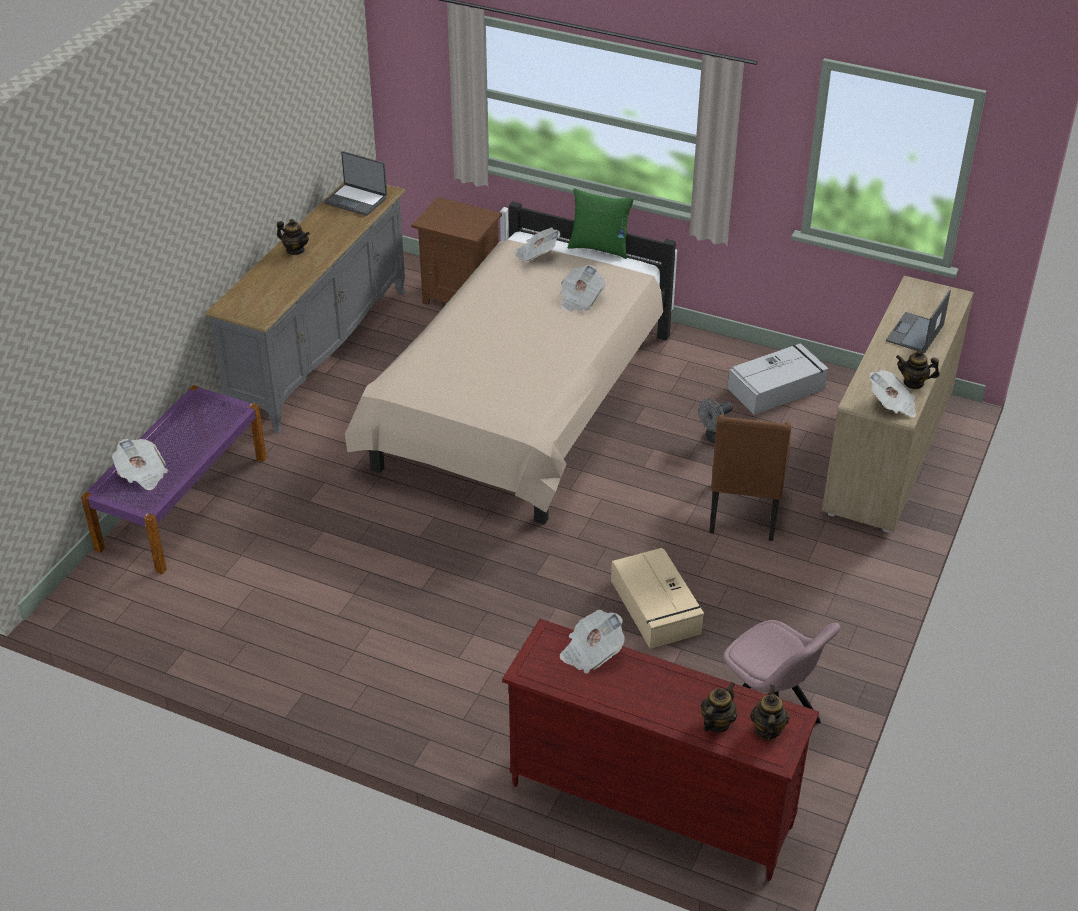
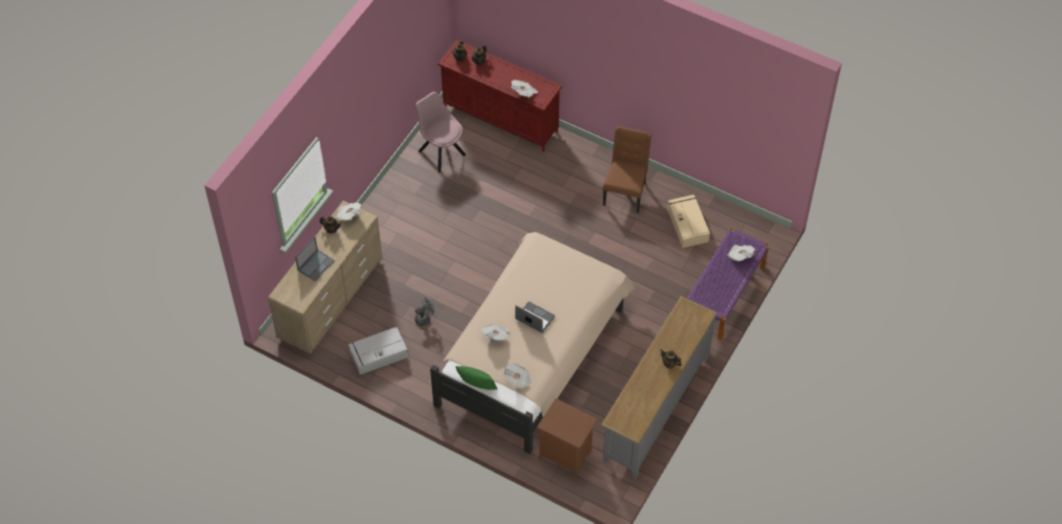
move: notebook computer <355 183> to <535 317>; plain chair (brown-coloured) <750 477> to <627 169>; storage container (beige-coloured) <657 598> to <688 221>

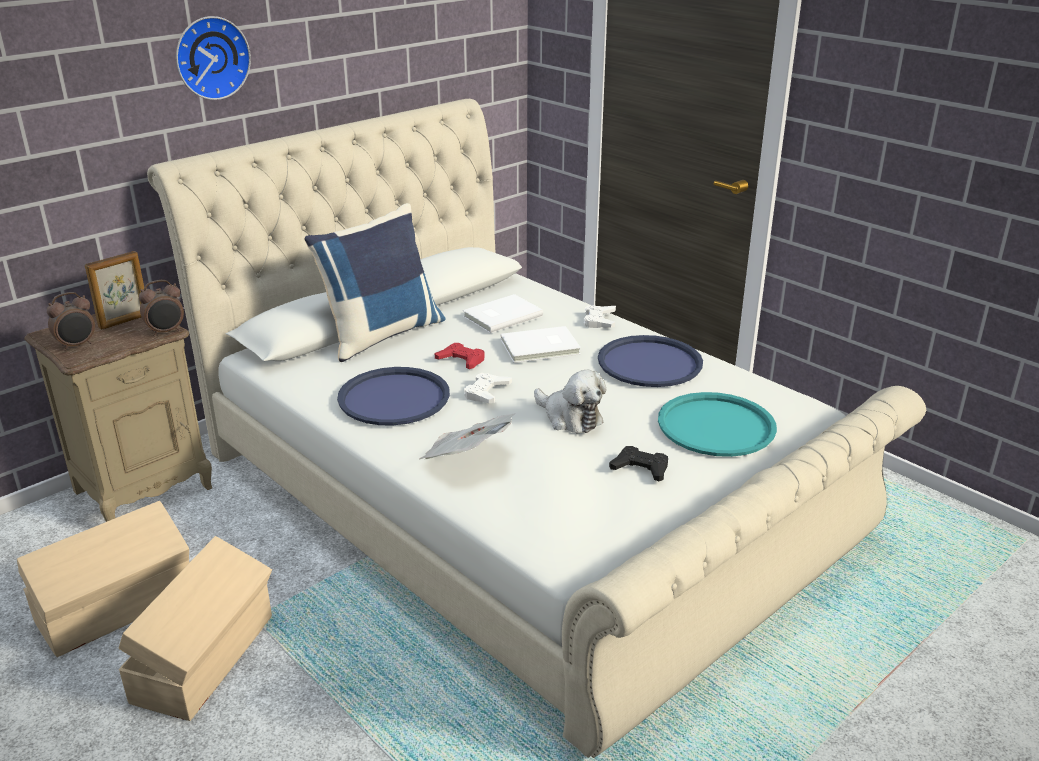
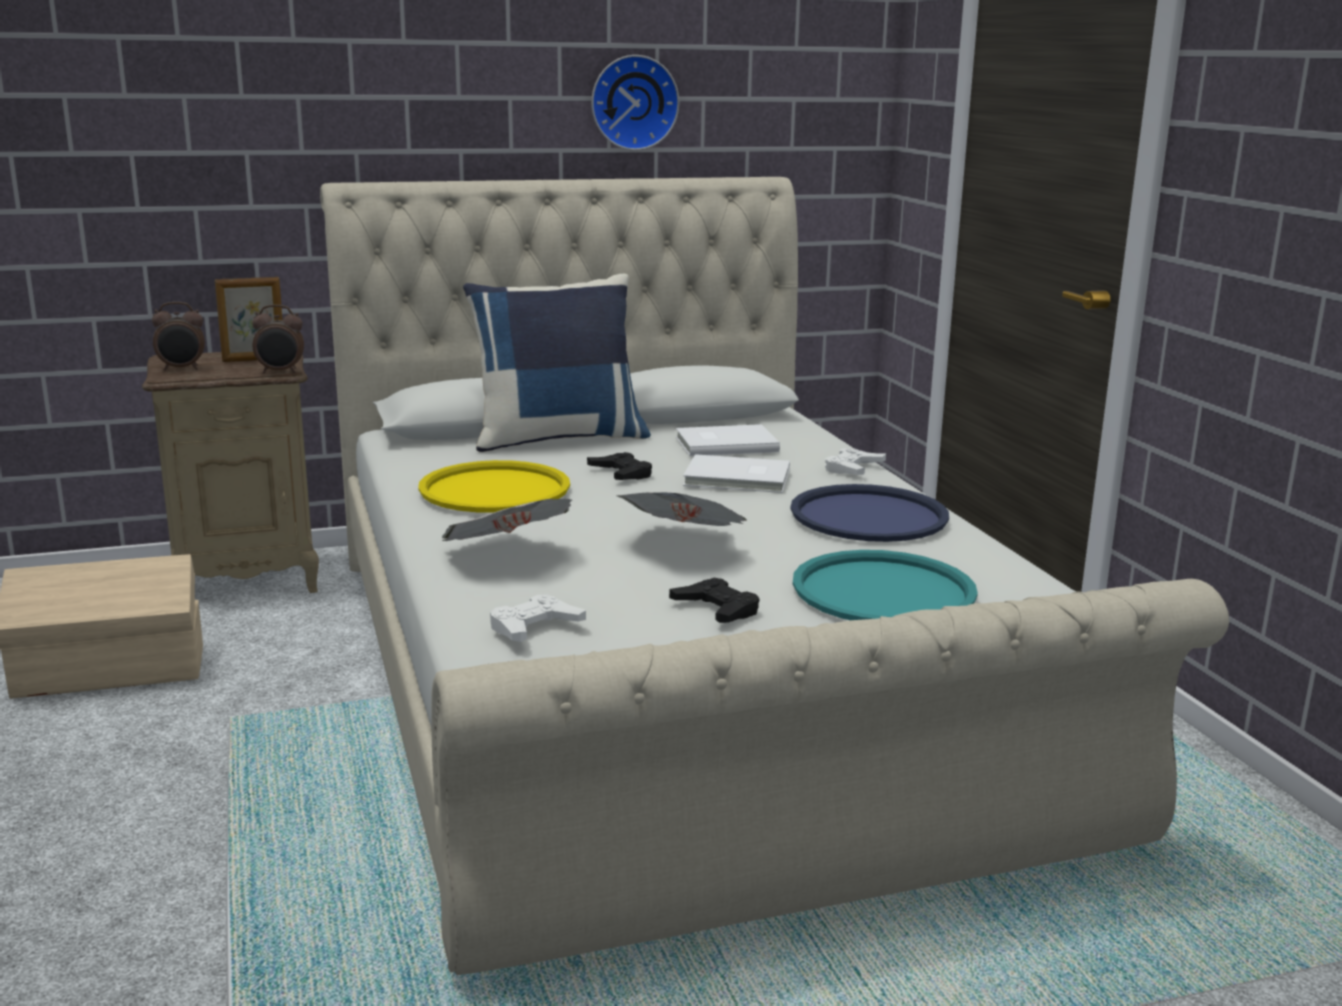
delete: storage container (beige-coloured) <195 628>
move: wall clock <213 58> to <635 103>; joypad (white) <488 388> to <538 618>
replace: soft toy <570 401> to newspaper <682 509>
recolor: joypad (red) <460 356> to joypad (black-coloured) <619 466>; tray (bluish) <393 396> to tray (yellow-coloured) <494 486>

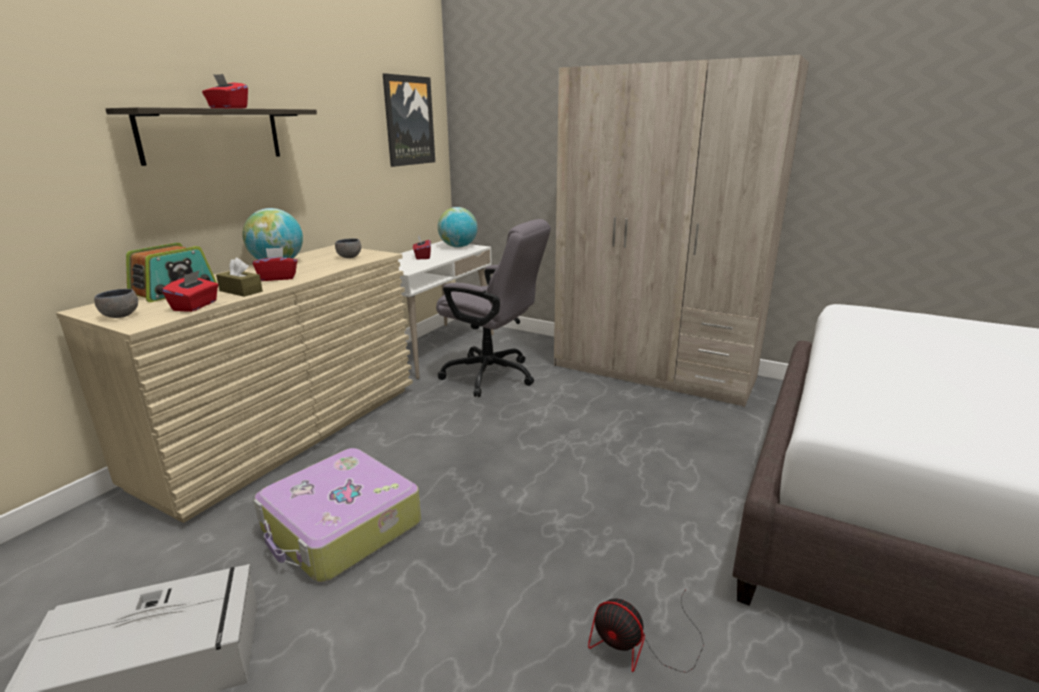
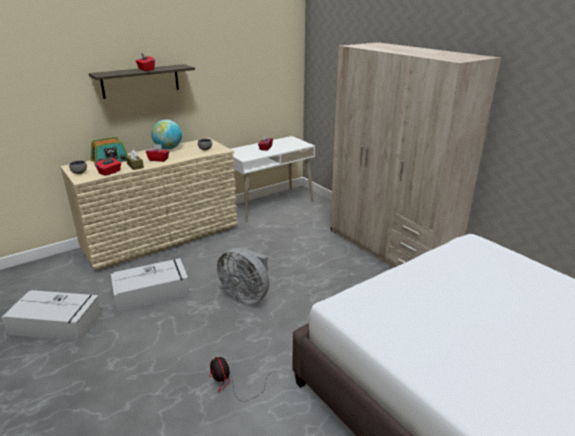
delete: picture <409 120>; globe <458 227>; office chair (gray) <493 308>
insert: fan (gray) <243 276>
replace: travel case <337 515> to storage container (gray) <150 285>

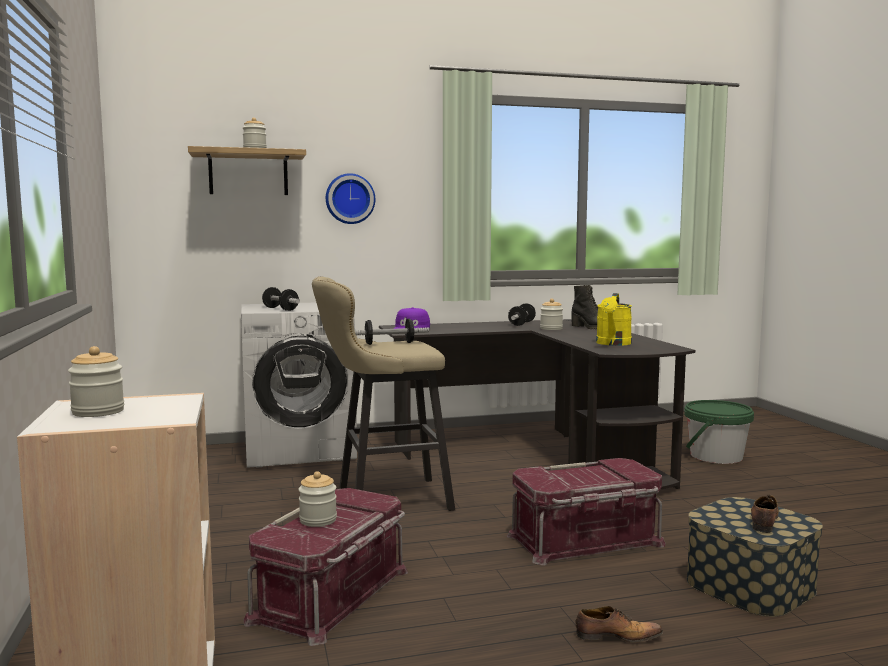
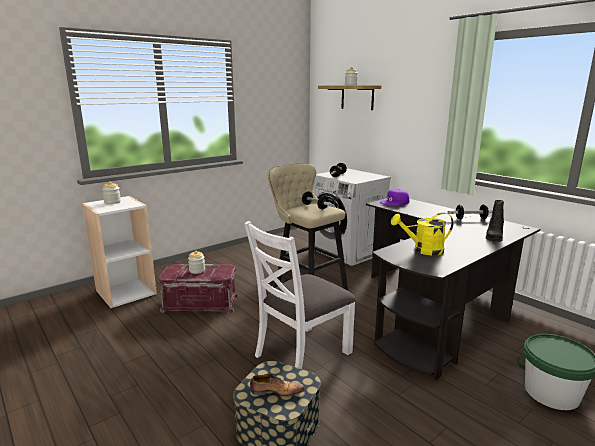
delete: wall clock <350 198>; jar <551 314>; shoe <619 624>
replace: storage container (red) <586 511> to plain chair (white) <300 295>

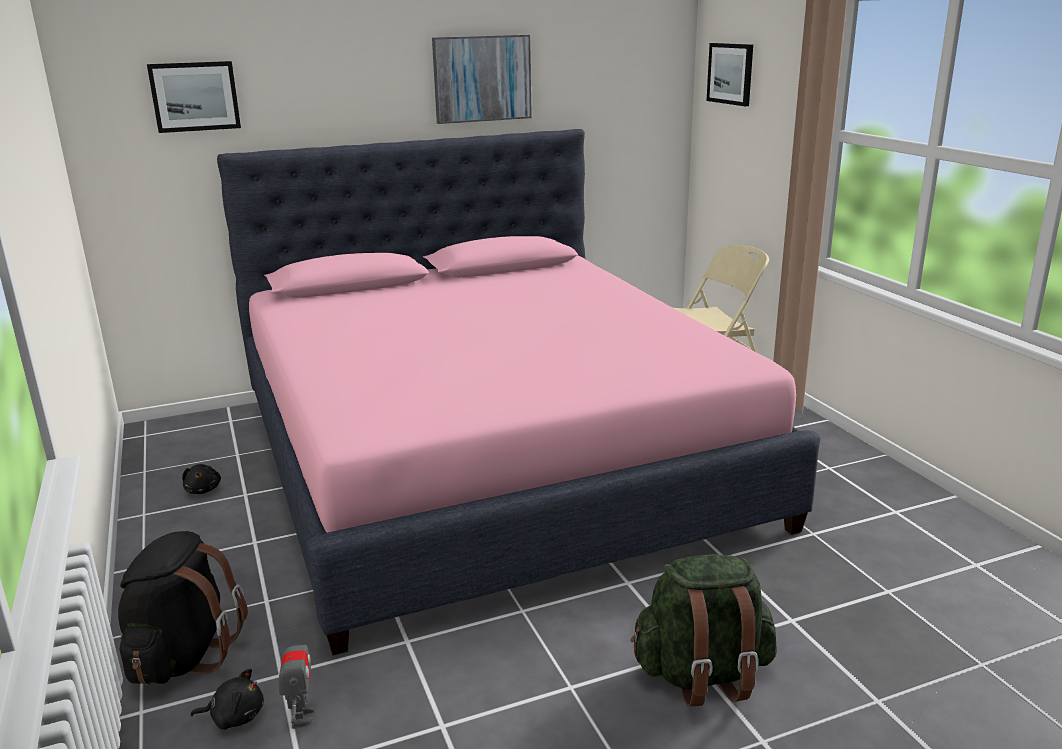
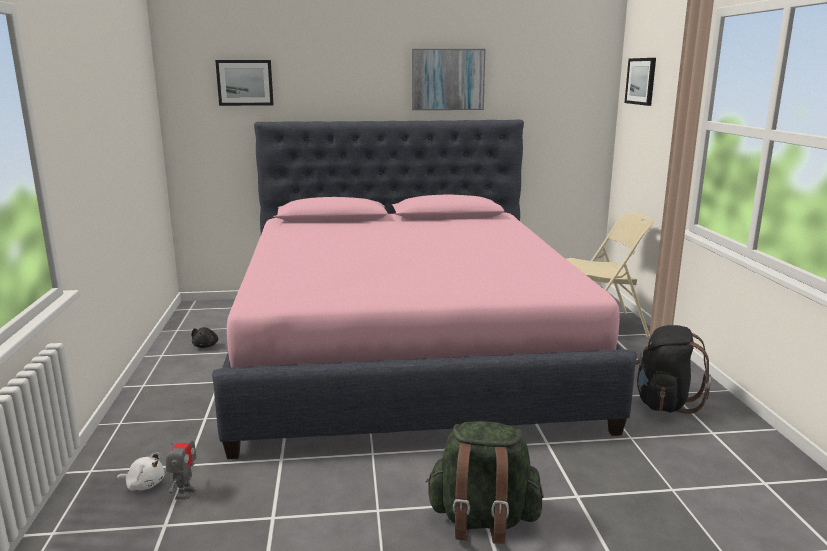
move: rucksack (black-coloured) <183 608> to <674 369>
recolor: soft toy (black-coloured) <227 699> to soft toy (white) <140 471>

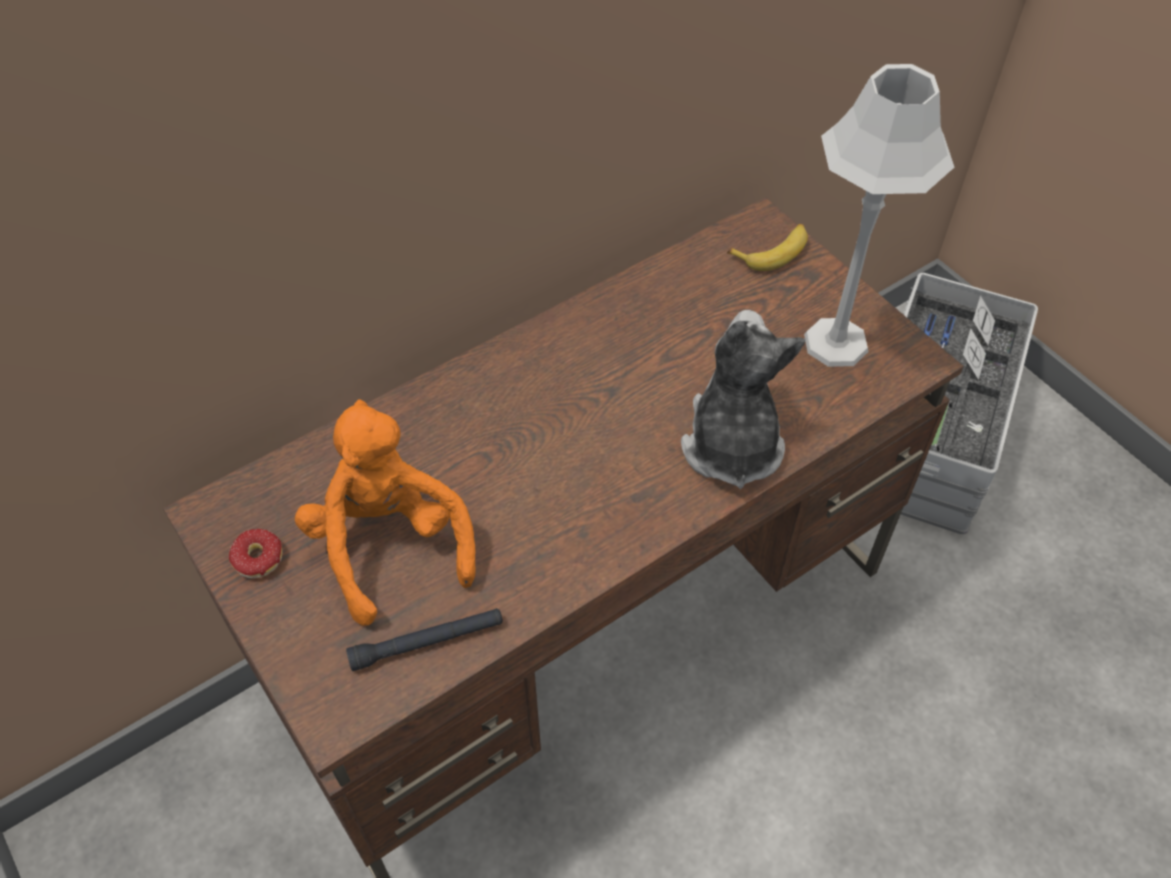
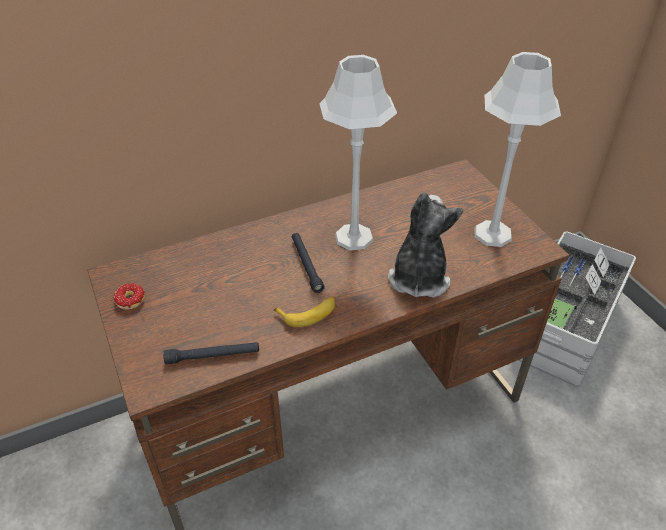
delete: soft toy (orange) <385 512>
insert: tabletop lamp (gray) <358 153>; flashlight (black-coloured) <308 263>
move: banana <767 247> to <304 311>

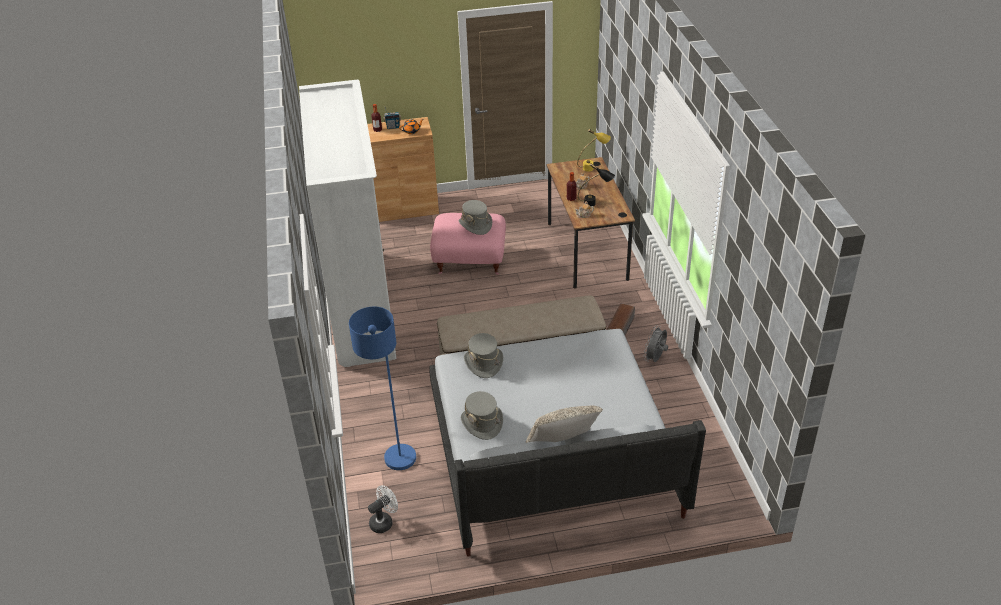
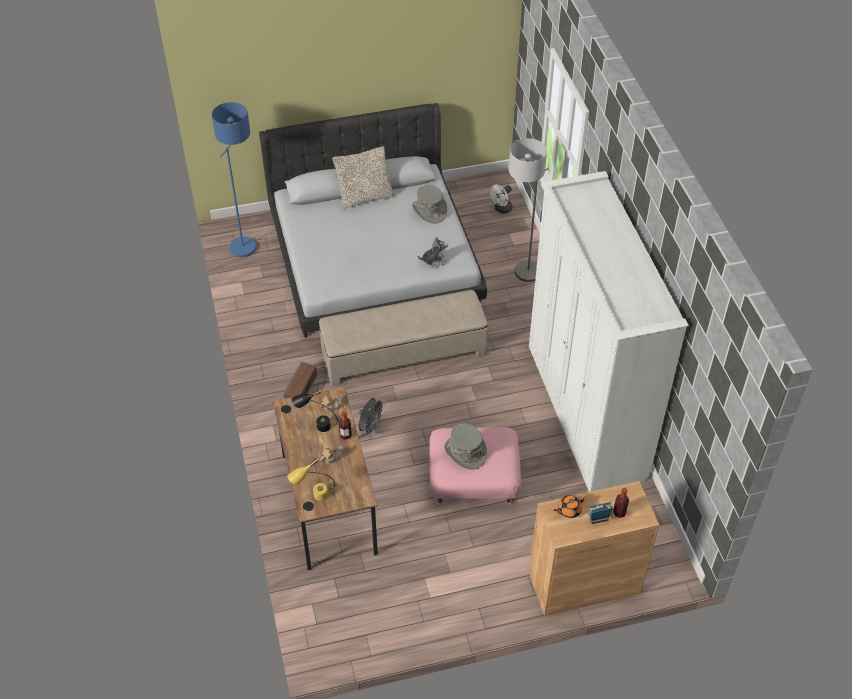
insert: floor lamp (gray) <529 210>
move: floor lamp (bluish) <382 388> to <234 179>; fan (gray) <656 343> to <372 416>
replace: hat (gray) <483 355> to soft toy <433 252>

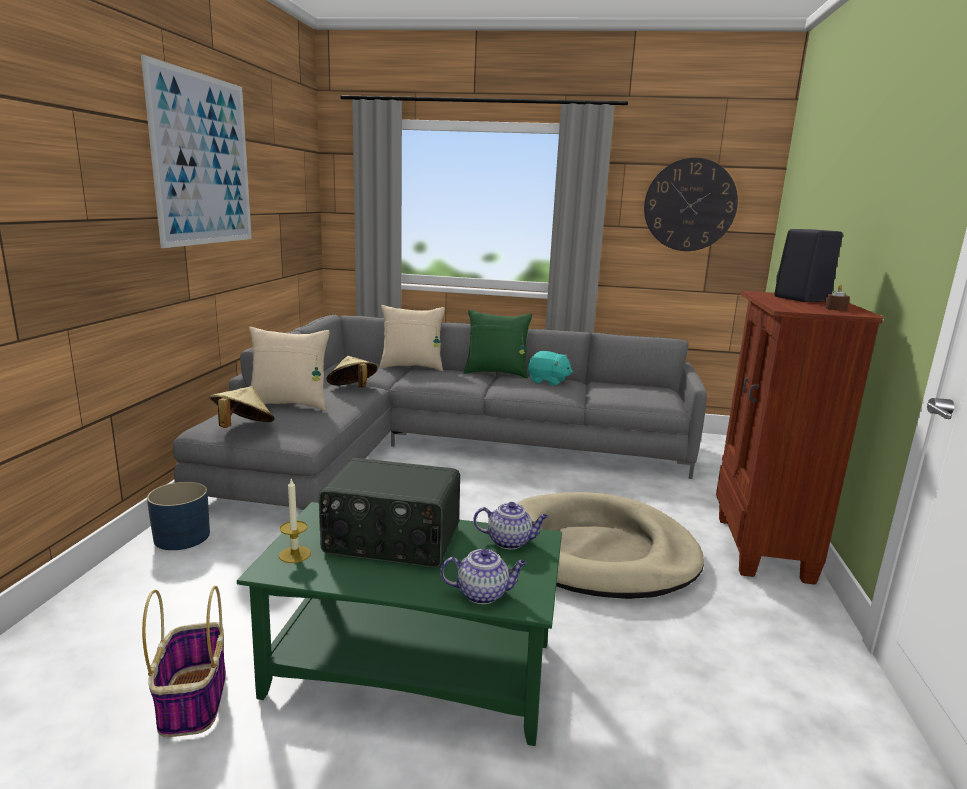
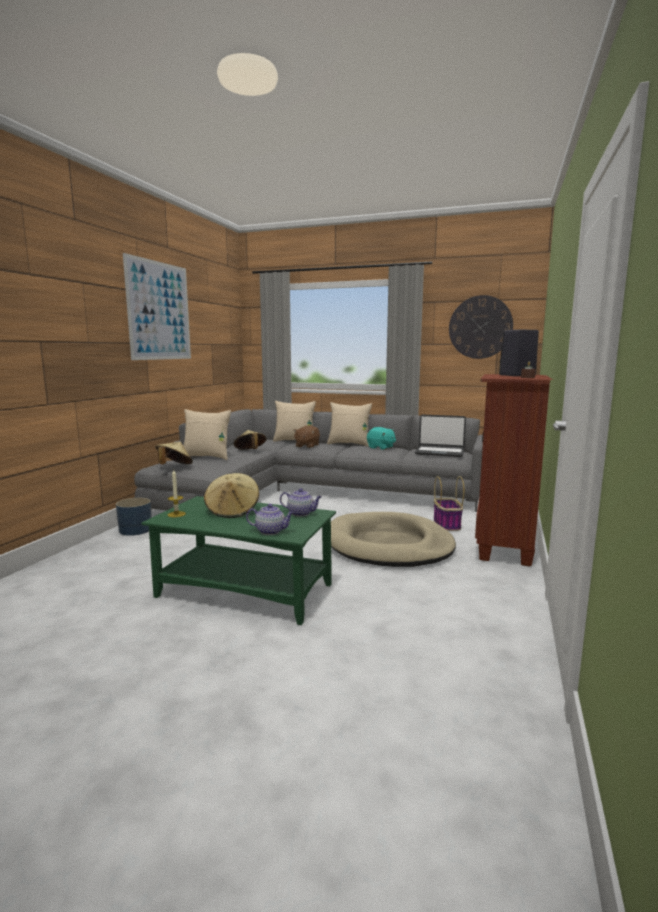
insert: notebook computer <440 436>; soft toy (brown-coloured) <306 436>
move: household basket <184 661> to <449 503>
replace: radio set <389 513> to hat (beige-coloured) <231 495>
recolor: throw pillow (green-coloured) <498 344> to throw pillow (beige-coloured) <349 424>

